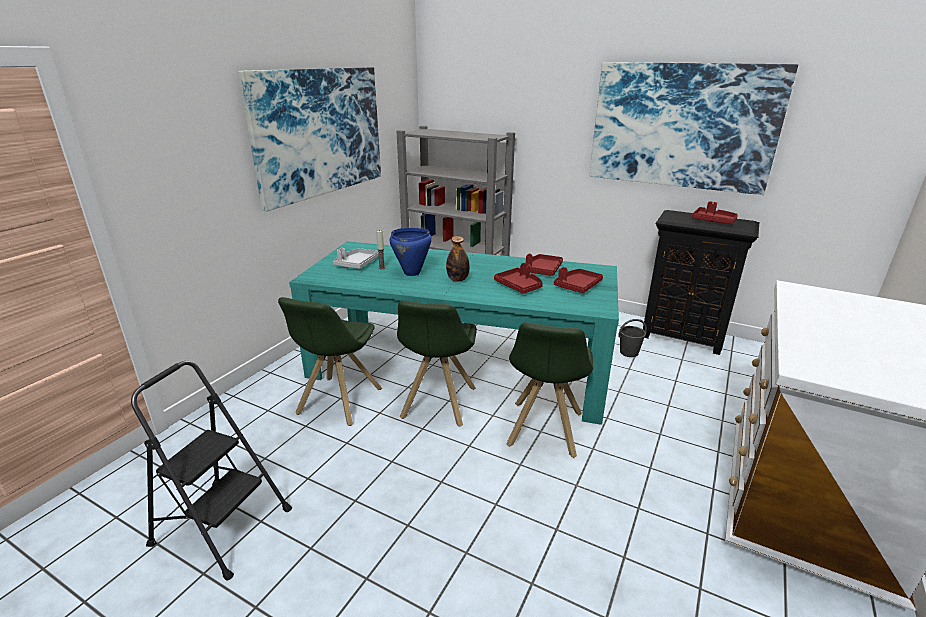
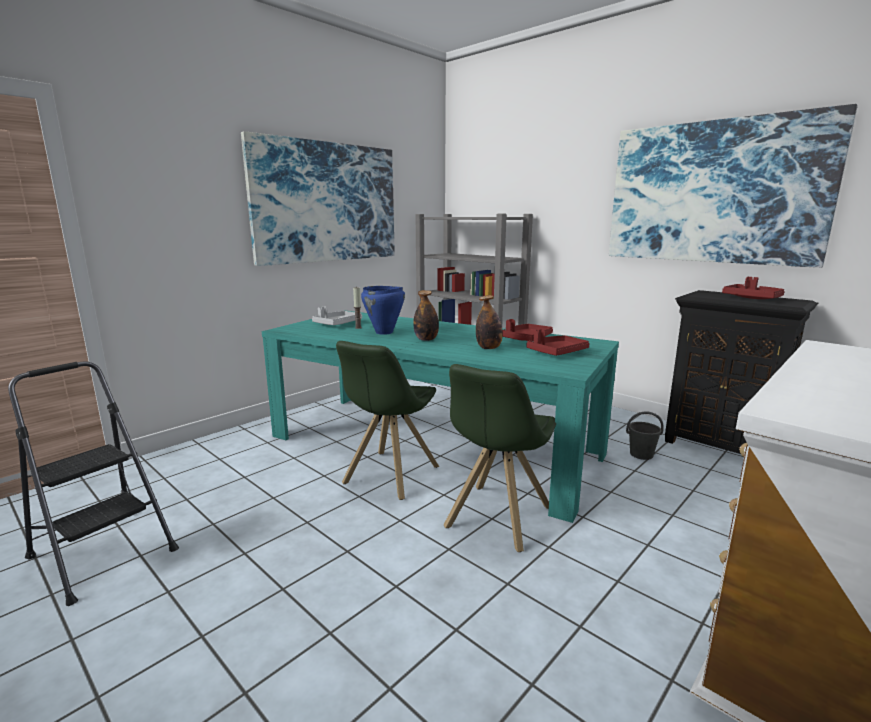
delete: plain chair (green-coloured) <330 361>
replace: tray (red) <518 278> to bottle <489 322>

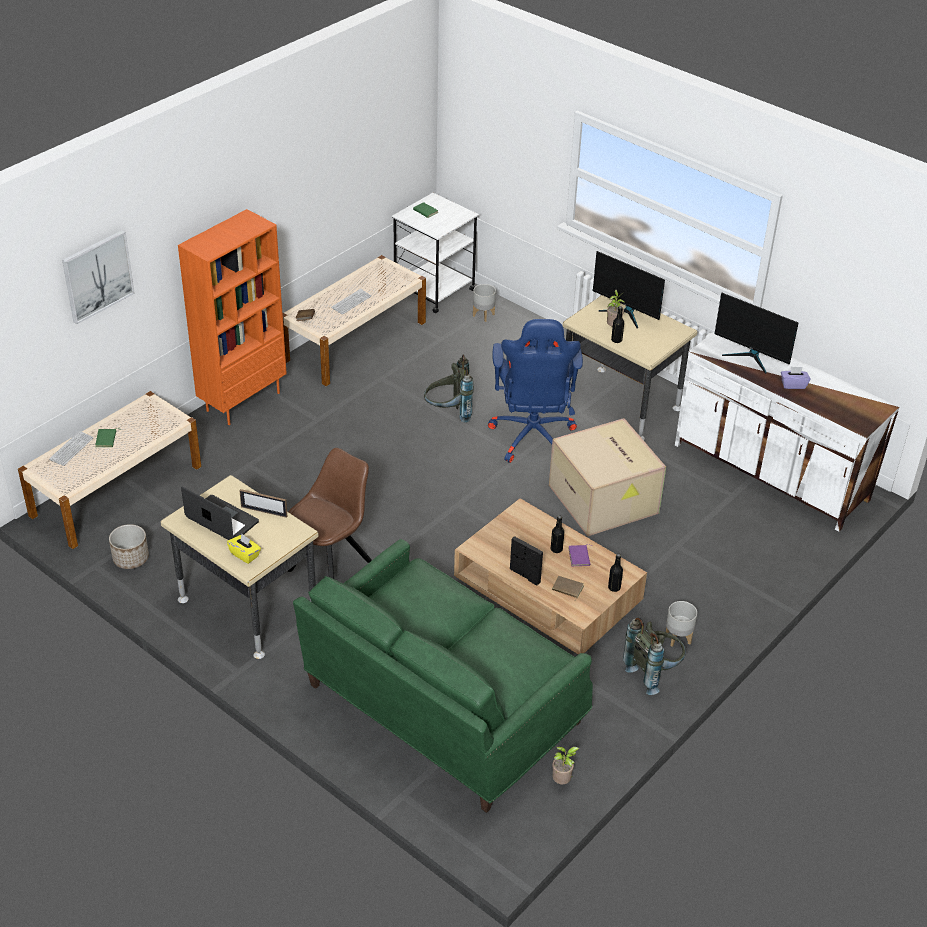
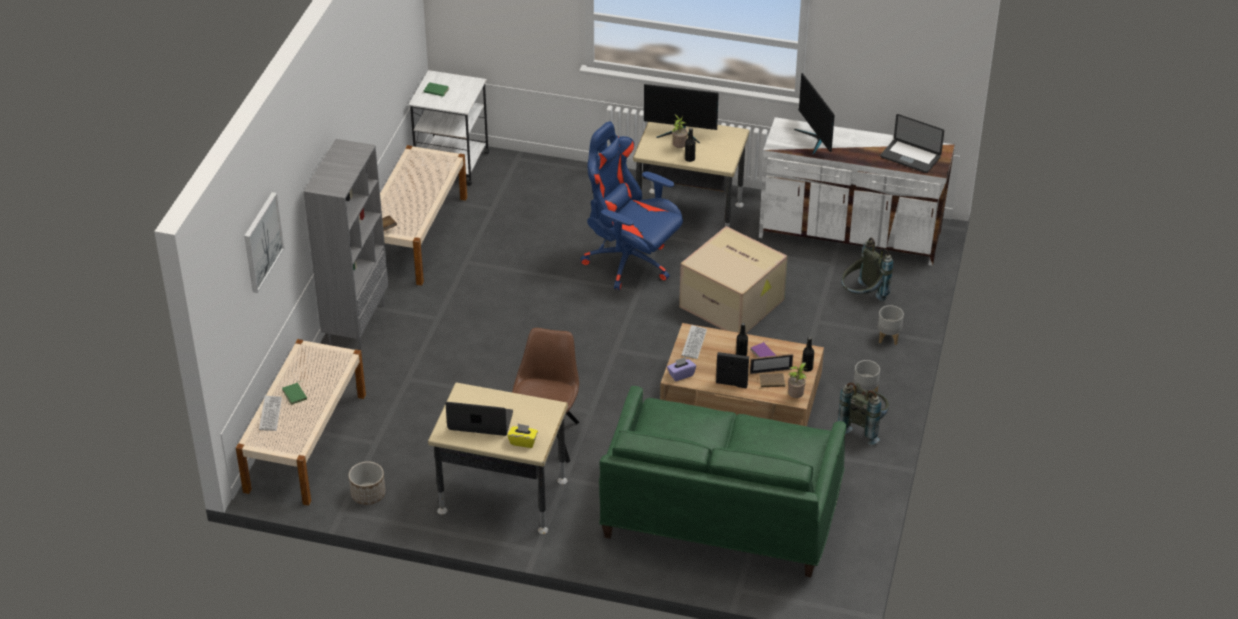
insert: notebook computer <912 143>
move: plant pot (gray) <484 303> to <891 325>; keyboard <351 302> to <694 342>; rucksack (gray) <449 389> to <867 269>; tissue holder (purple) <796 377> to <681 369>; photo frame <263 503> to <771 364>; potted plant <565 765> to <798 380>
recolor: bookshelf (orange) <232 317> to bookshelf (gray) <345 244>
rotate: computer screen <756 333> = <814 113> 60 degrees clockwise; office chair (bluish) <535 391> = <632 205> 150 degrees clockwise

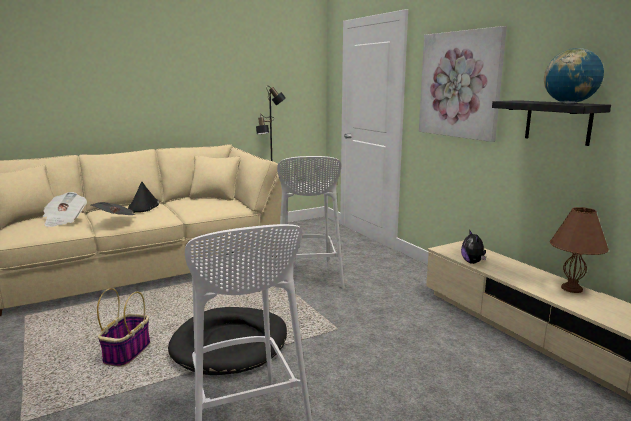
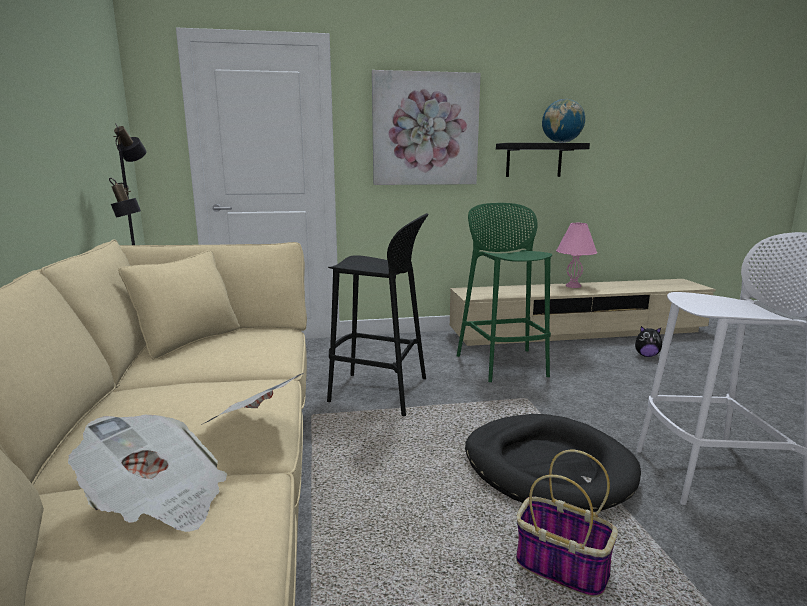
delete: hat (black-coloured) <143 197>
insert: sitting stool (green-coloured) <504 292>
move: soft toy <473 246> to <648 341>
recolor: sitting stool (white) <310 223> to sitting stool (black-coloured) <378 314>; tabletop lamp (brown-coloured) <579 250> to tabletop lamp (pink-coloured) <576 255>

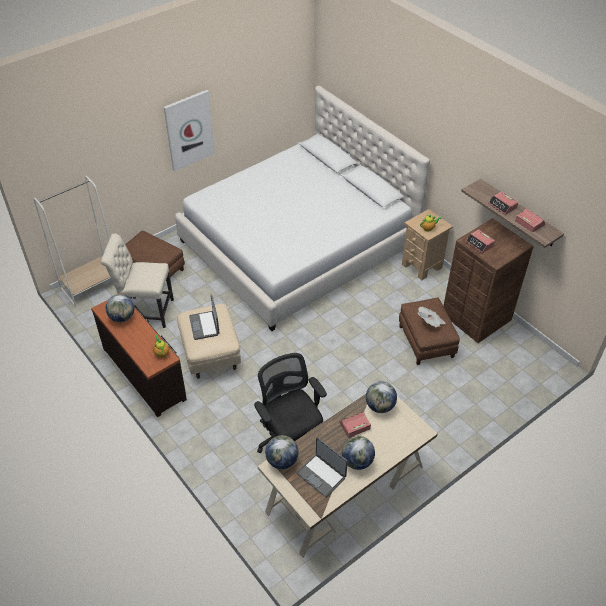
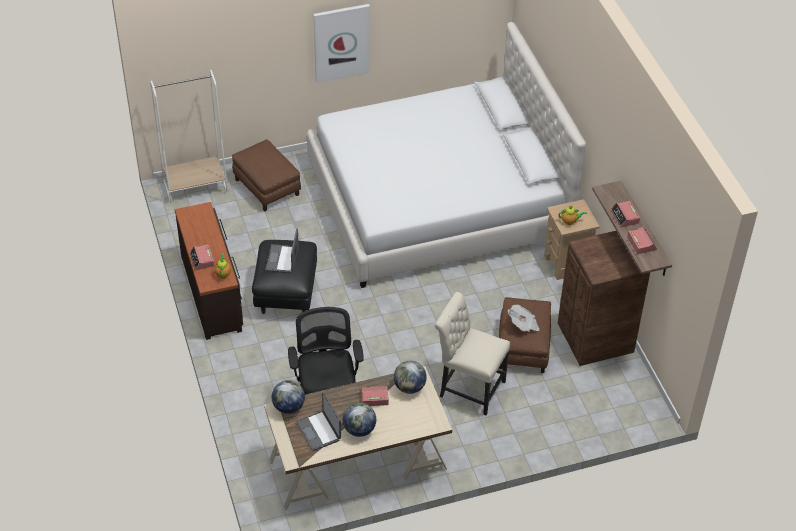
delete: globe <120 308>
move: table clock <480 241> to <202 257>; plain chair (beige-coloured) <137 280> to <472 353>
recolor: footrest (beige-coloured) <209 341> to footrest (black-coloured) <284 277>

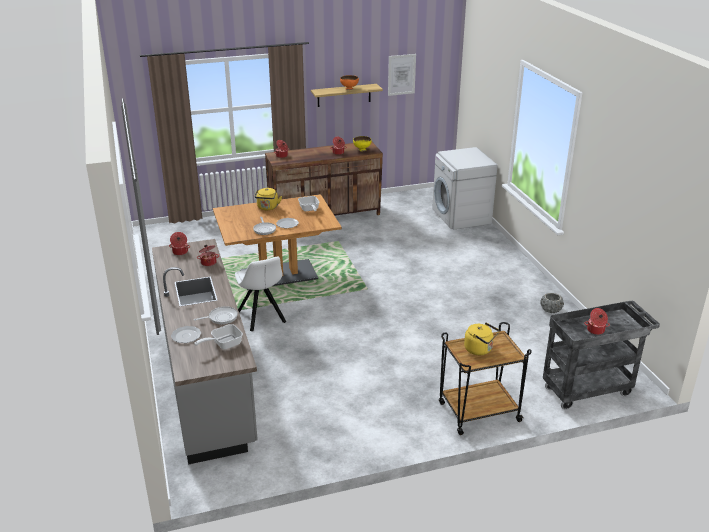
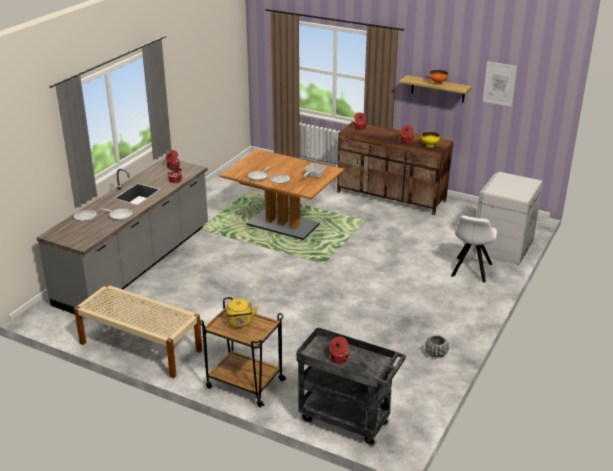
delete: kettle (yellow-coloured) <268 199>; skillet <218 336>
insert: bench (beige-coloured) <138 331>
move: plain chair (white) <260 294> to <474 248>

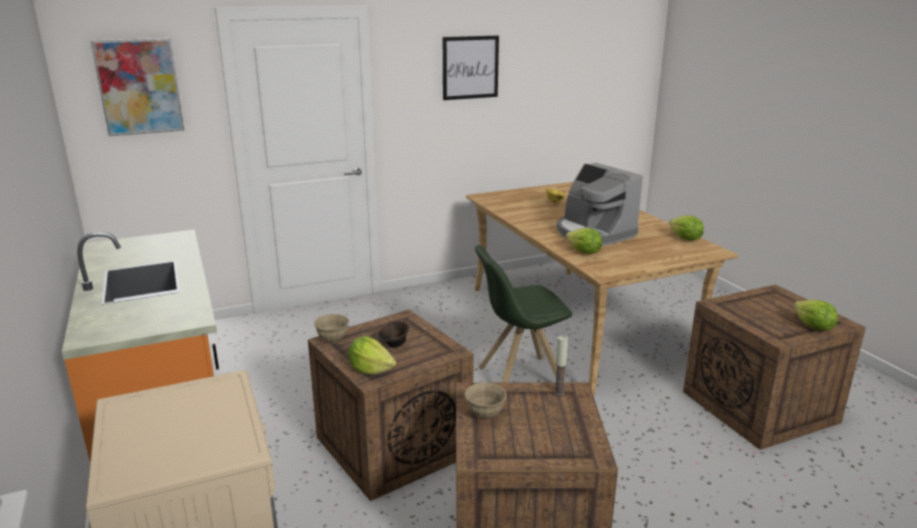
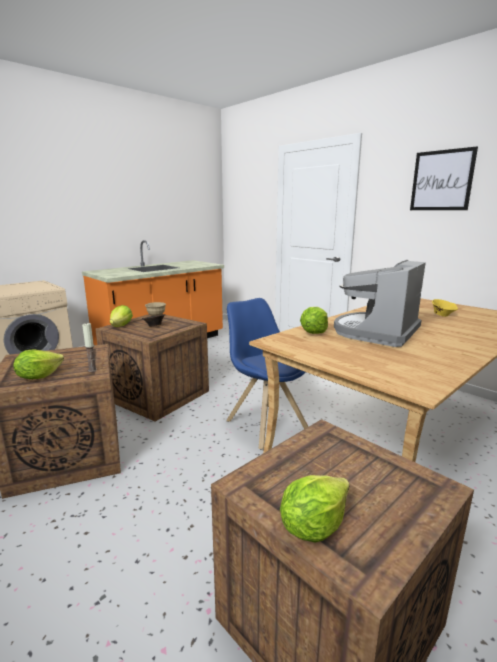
delete: picture <137 87>; bowl (beige-coloured) <486 400>
move: lettuce head <686 227> to <38 364>
recolor: plain chair (green-coloured) <523 314> to plain chair (bluish) <267 374>

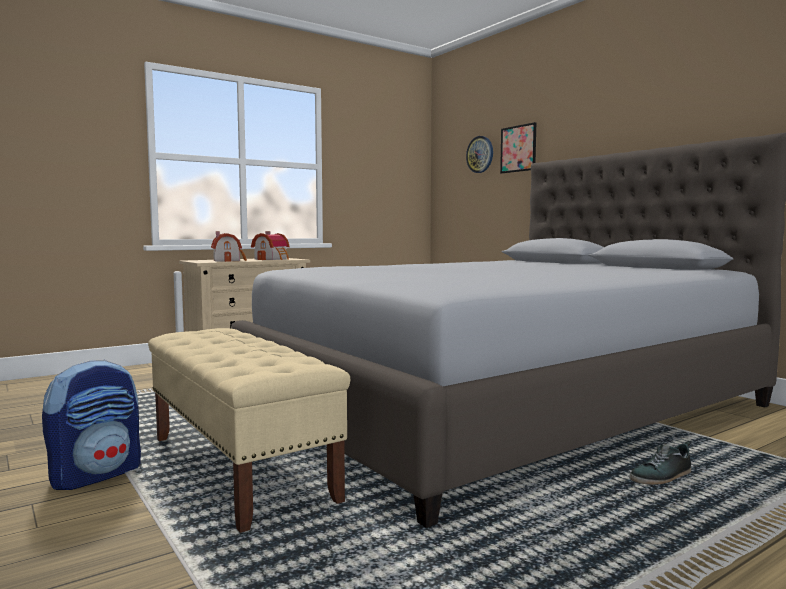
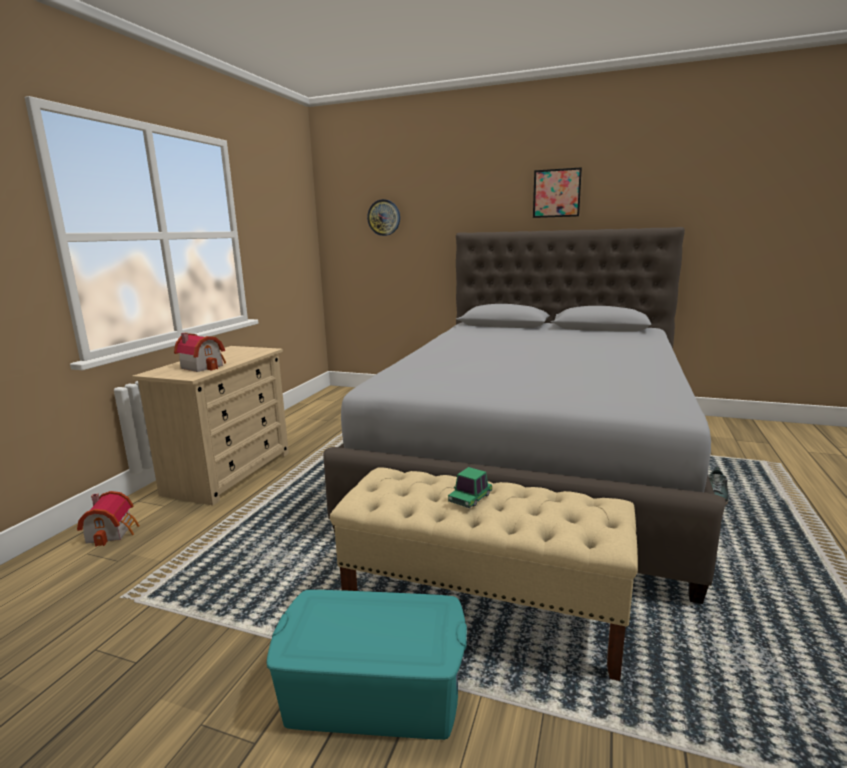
insert: miniature car <470 487>
move: picture <518 147> to <557 192>; toy house <270 245> to <108 519>
replace: rucksack <91 424> to storage container (turquoise) <367 665>

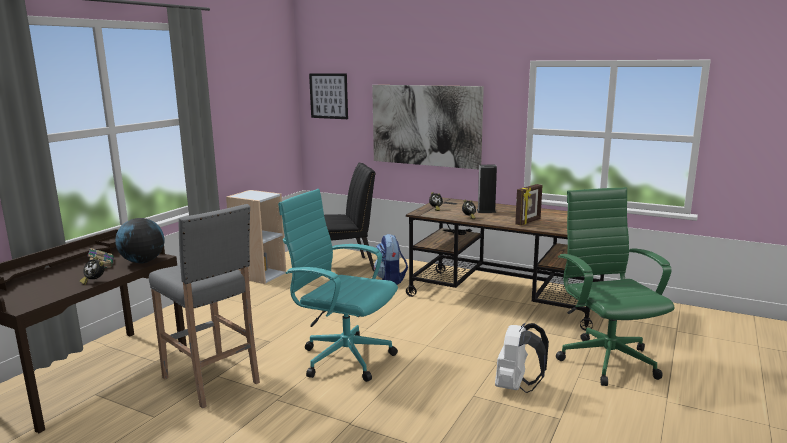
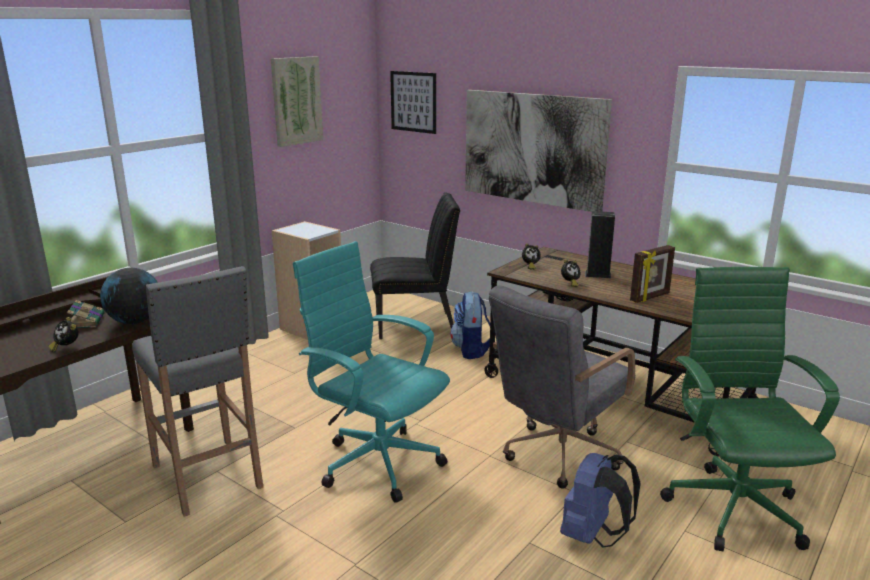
insert: picture <297 101>; office chair (gray) <562 387>
recolor: rucksack (white) <522 358> to rucksack (bluish) <600 500>

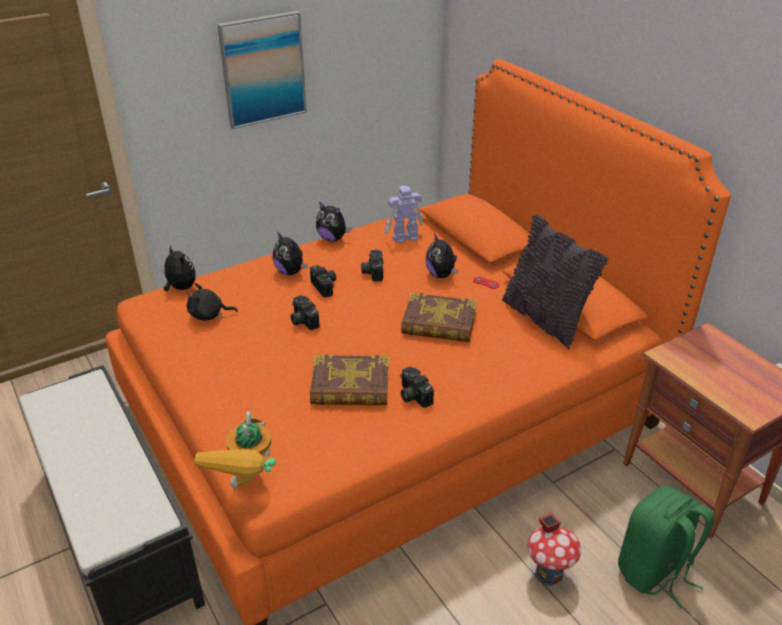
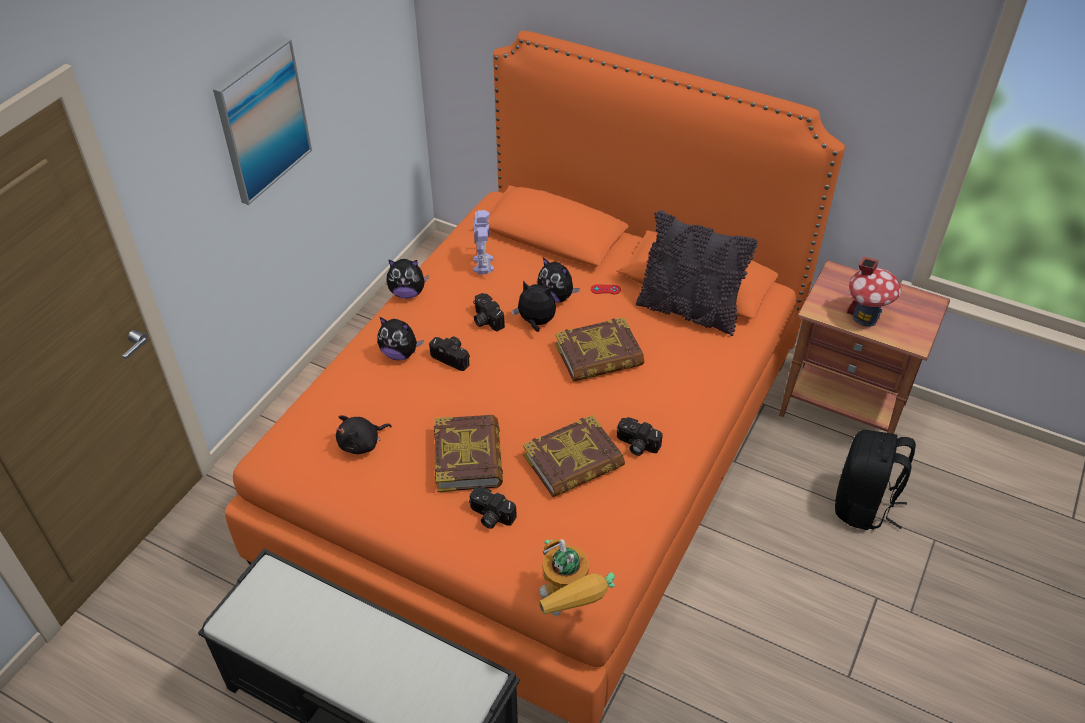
insert: volume <468 453>
move: soft toy <178 268> to <534 306>; photo camera <305 312> to <493 508>; toy house <554 549> to <874 291>
recolor: rucksack (green-coloured) <666 547> to rucksack (black-coloured) <875 480>
rotate: toy robot <403 214> = <483 242> 135 degrees clockwise

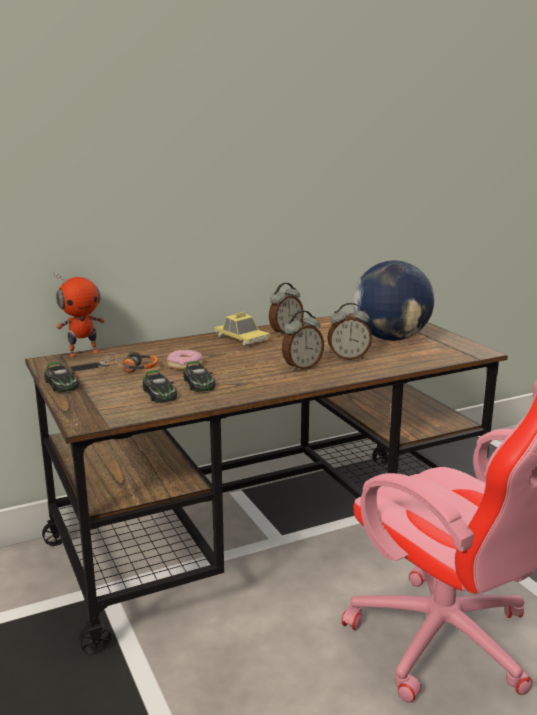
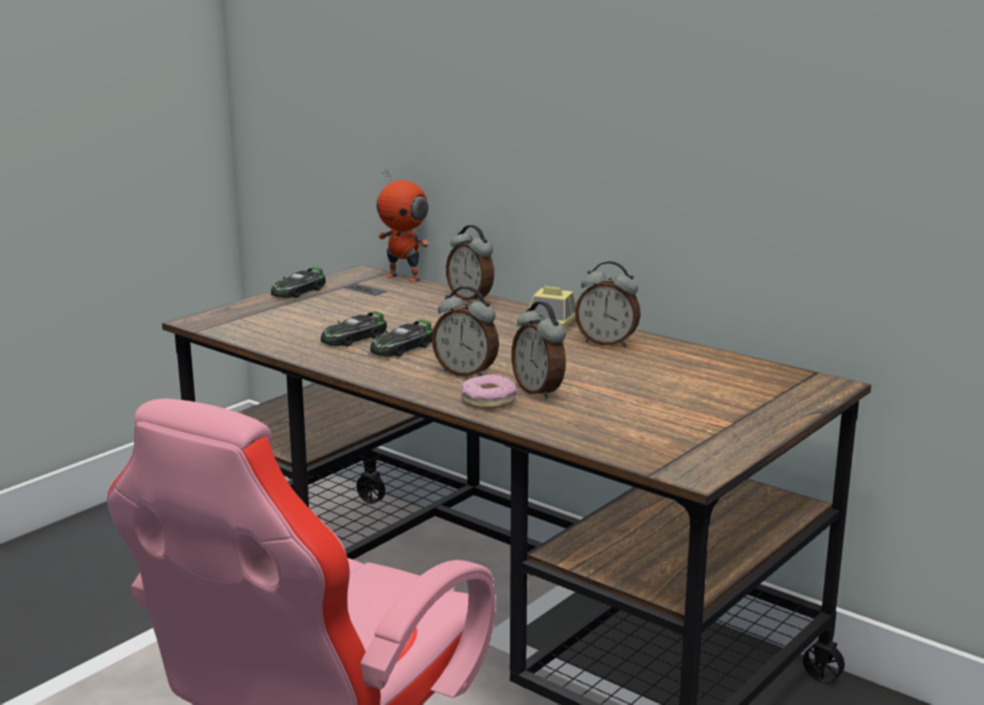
delete: globe <393 300>; headphones <128 362>
insert: table clock <470 263>
move: donut <185 360> to <489 391>; miniature car <160 386> to <401 338>

